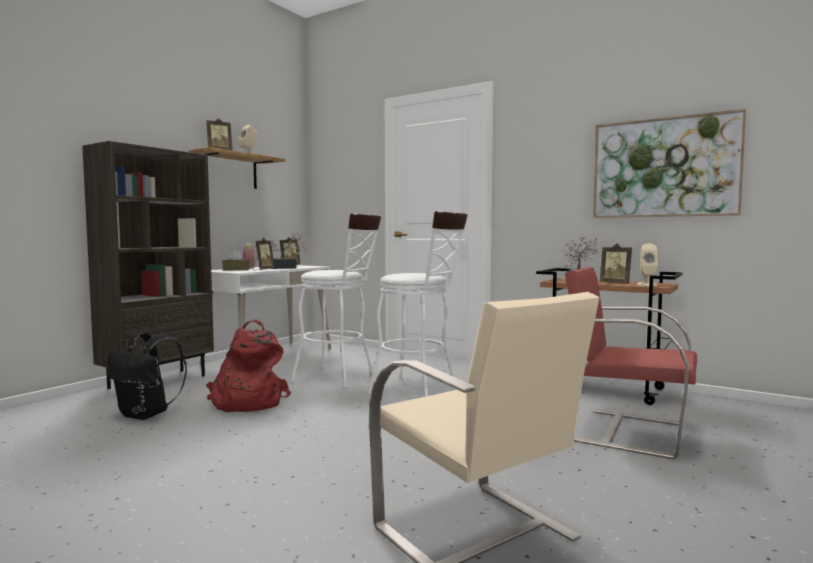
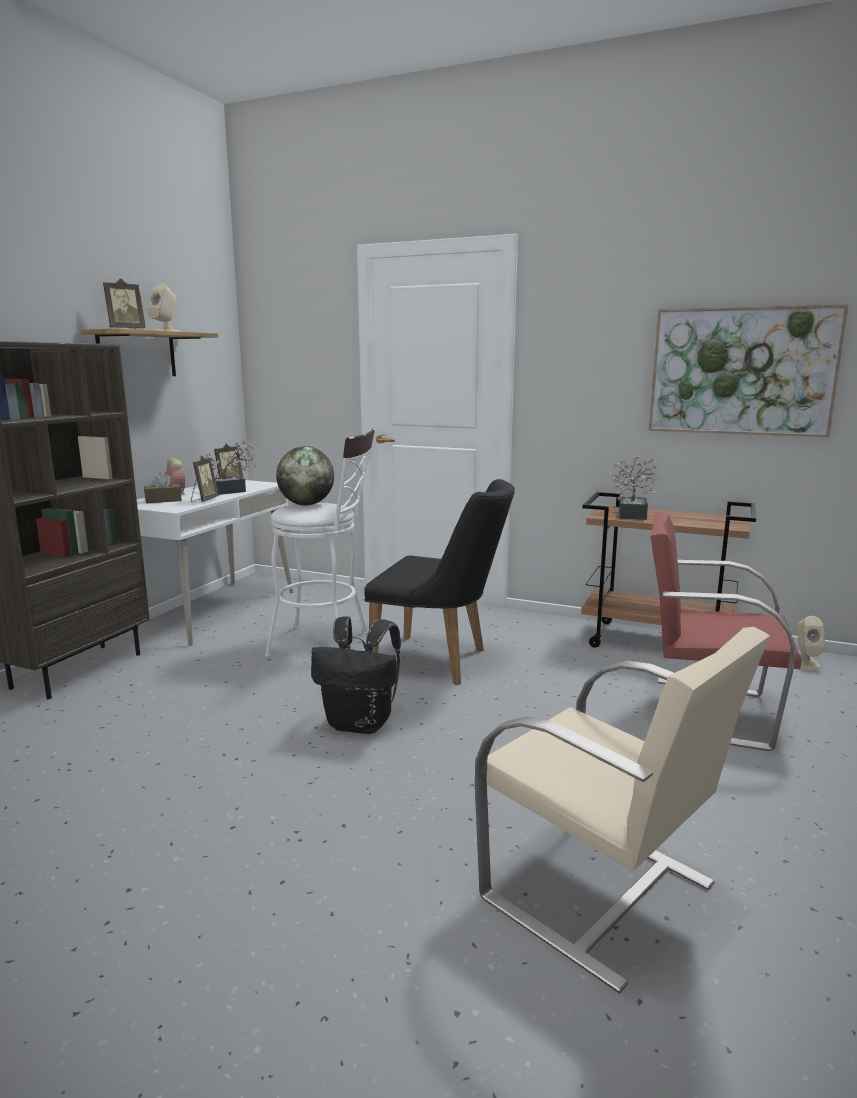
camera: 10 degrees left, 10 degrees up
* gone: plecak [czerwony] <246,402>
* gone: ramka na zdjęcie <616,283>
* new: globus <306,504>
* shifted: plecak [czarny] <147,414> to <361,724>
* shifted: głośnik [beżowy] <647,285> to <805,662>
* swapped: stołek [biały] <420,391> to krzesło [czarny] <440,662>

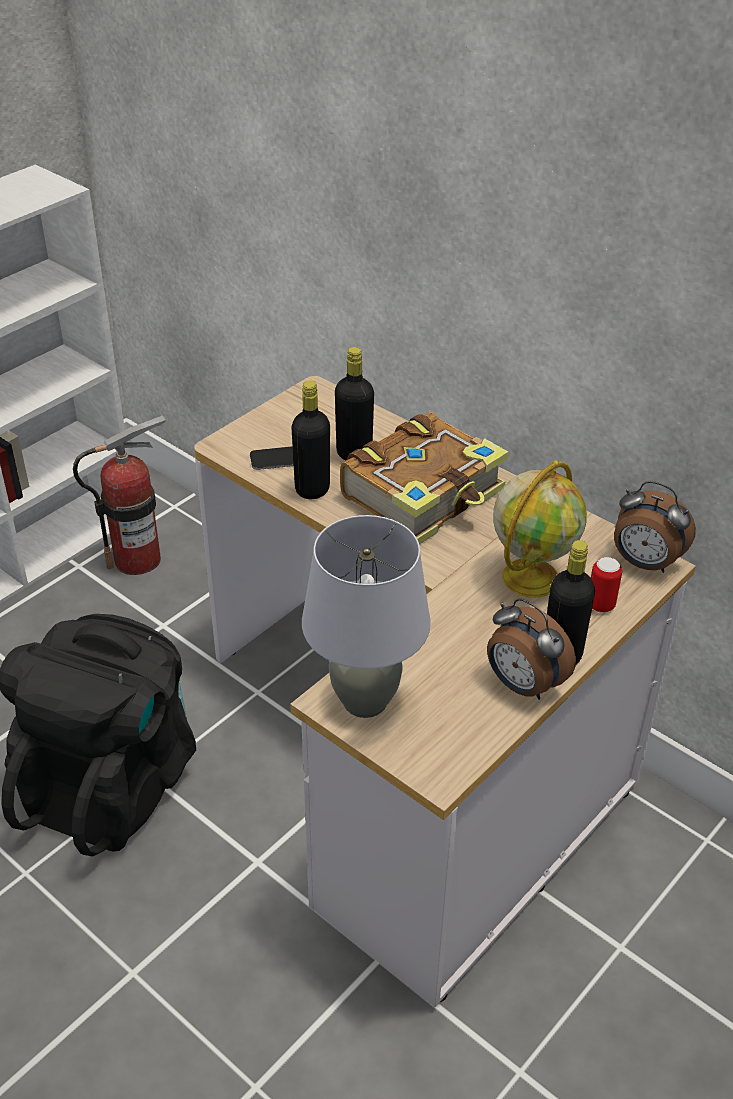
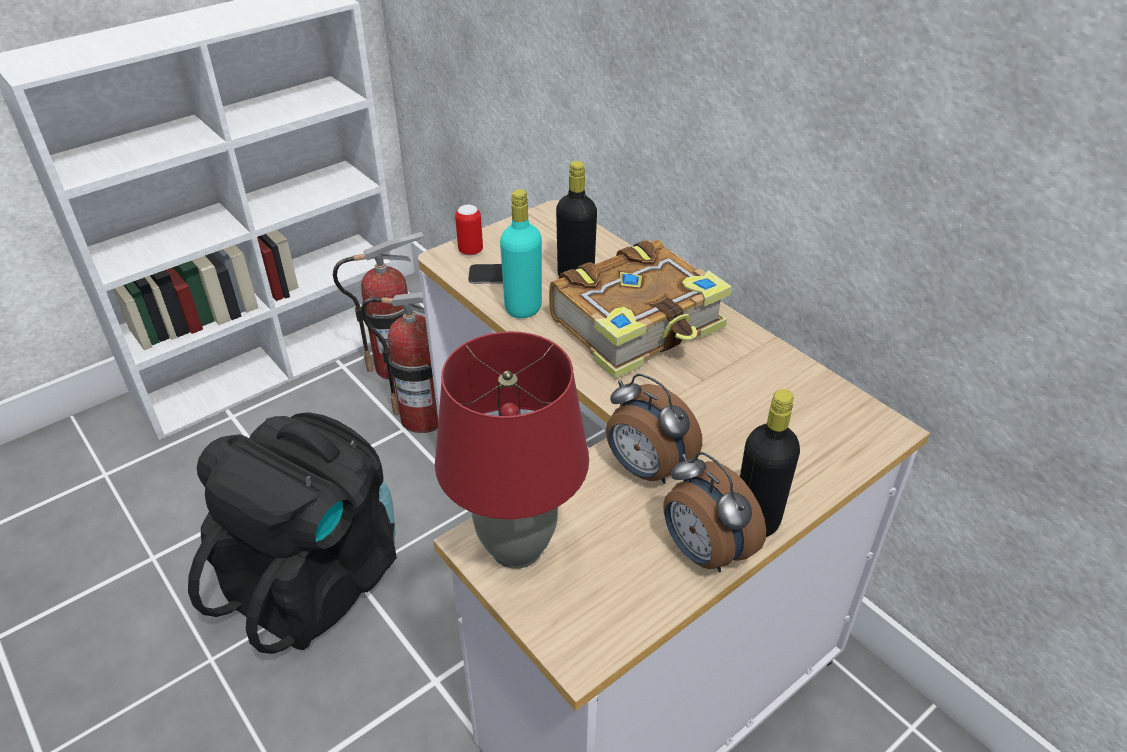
camera: 10 degrees right, 0 degrees up
* gone: globus <531,576>
* new: gaśnica <423,417>
* shifted: puszka <600,605> to <470,251>
* shifted: budzik <644,563> to <646,469>
* repainted: butelka [czarny] <312,489> to butelka [turkusowy] <523,308>
* repainted: lampa stołowa [szary] <365,701> to lampa stołowa [czerwony] <517,547>

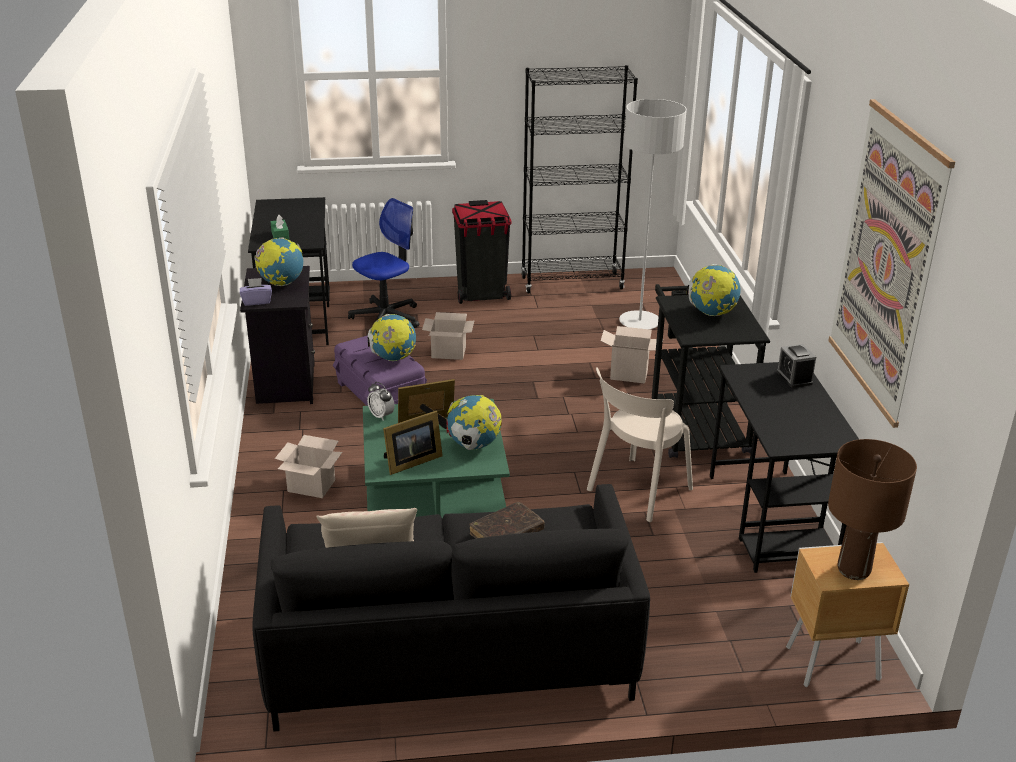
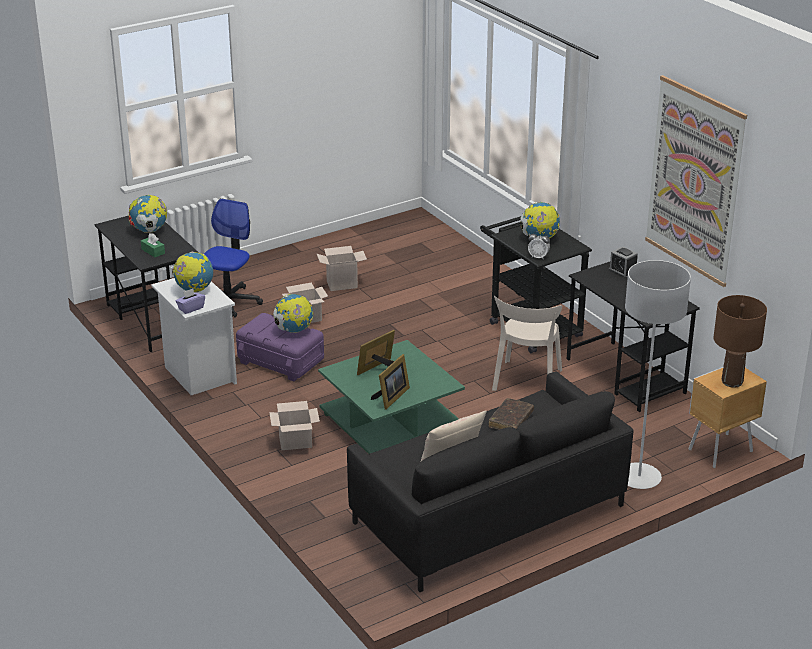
camera: 25 degrees left, 0 degrees up
* gone: kosz na śmieci [czarny] <482,295>
* gone: regał [czarny] <572,283>
* shifted: budzik <381,416> to <538,257>
* shifted: globus <473,446> to <149,231>
* shifted: karton <630,375> to <342,284>
* shifted: lampa stojąca [szary] <639,322> to <639,478>
* repainted: szafka nocna [czarny] <285,383> to szafka nocna [biały] <198,374>

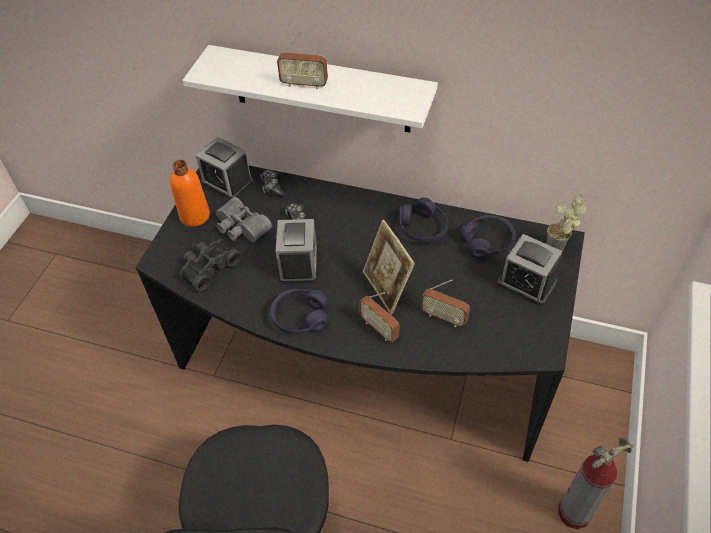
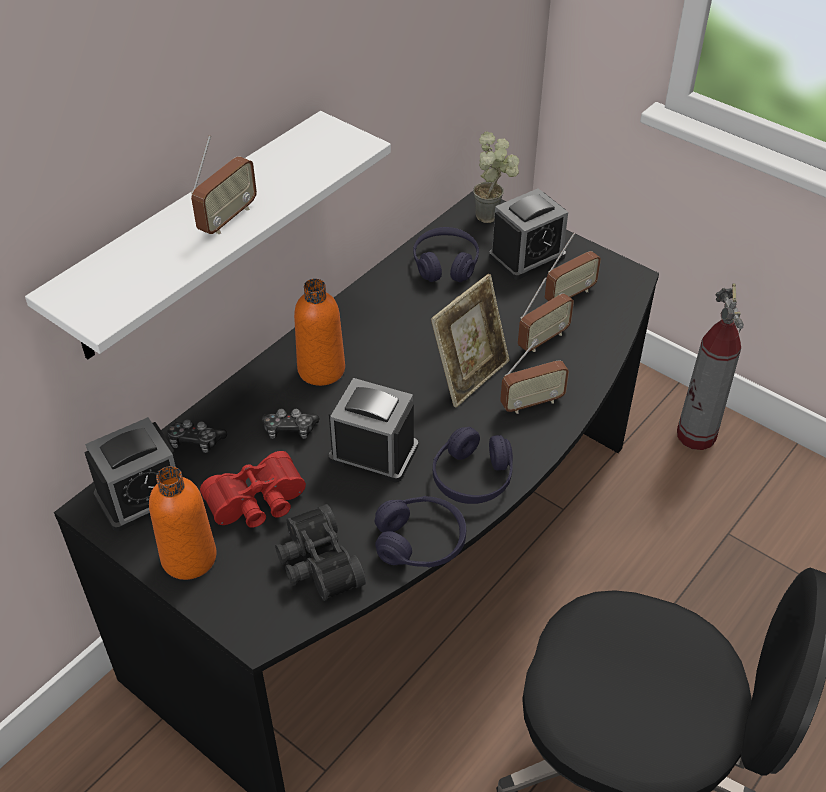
camera: 70 degrees left, 5 degrees down
* new: butelka [pomarańczowy] <321,369>
* new: radio <569,295>
* shifted: słuchawki [fioletowy] <422,228> to <420,542>
* repainted: lornetka [szary] <240,228> to lornetka [czerwony] <258,504>
* rotated: ramka na zdjęcie <387,288> = <470,376> 45 degrees counterclockwise

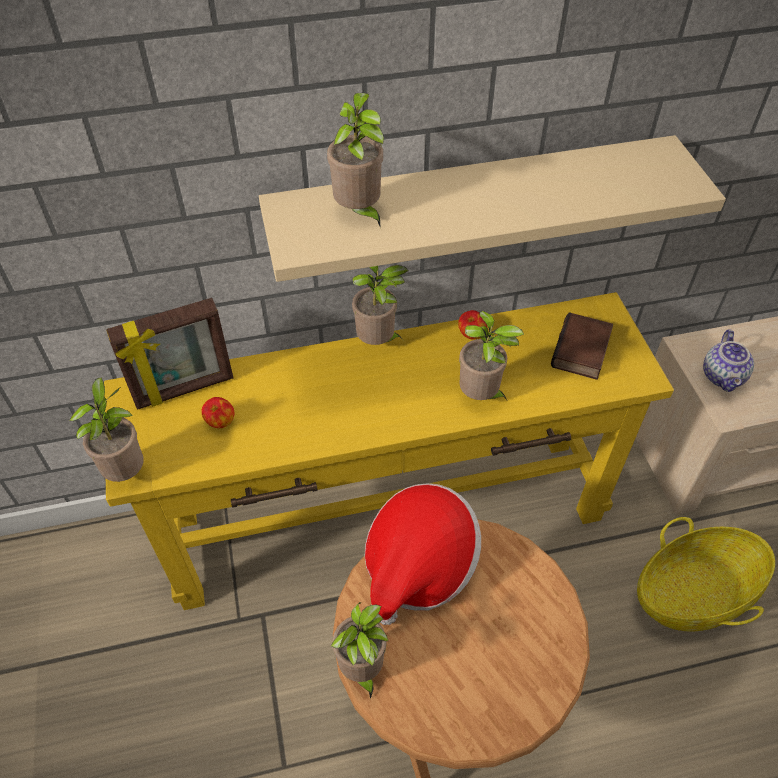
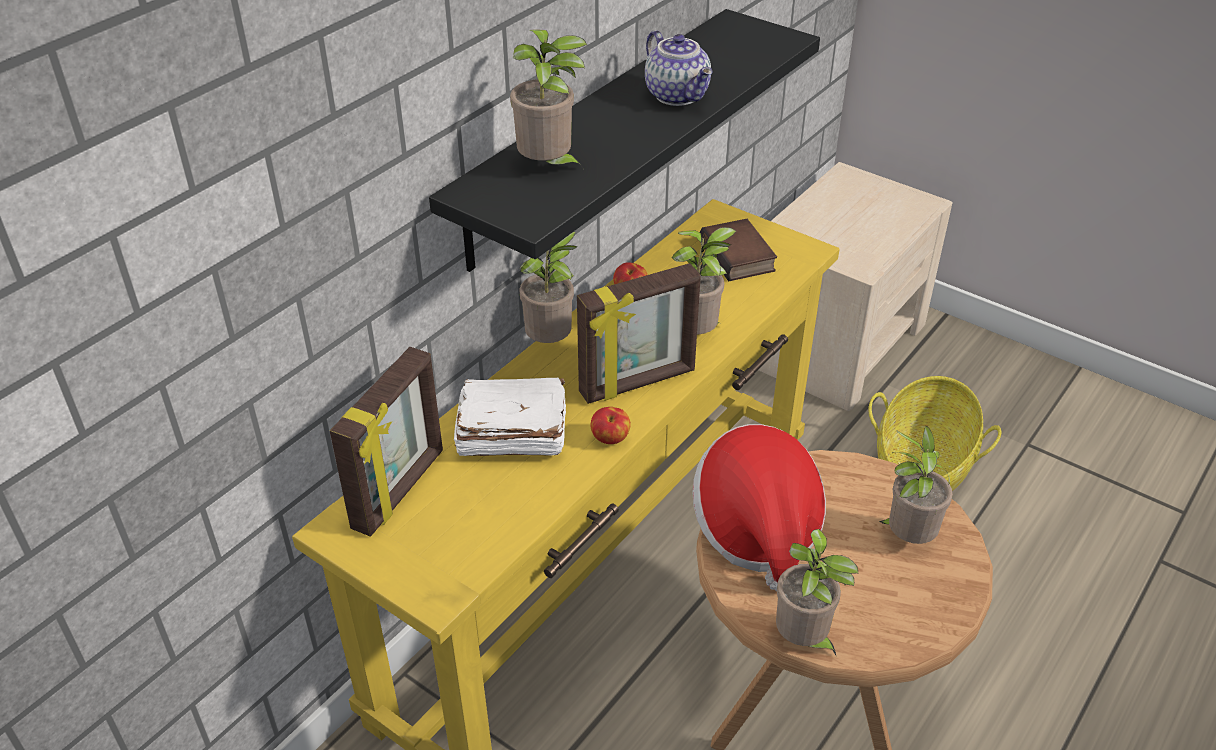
camera: 40 degrees left, 10 degrees down
* new: książka [biały] <511,433>
* new: ramka na zdjęcie <638,383>
* shifted: roślina doniczkowa <127,471> to <907,537>
* shifted: jabłko <220,422> to <610,439>
* shifted: imbryk <723,377> to <678,95>
* repainted: półka [beżowy] <471,200> to półka [czarny] <595,136>

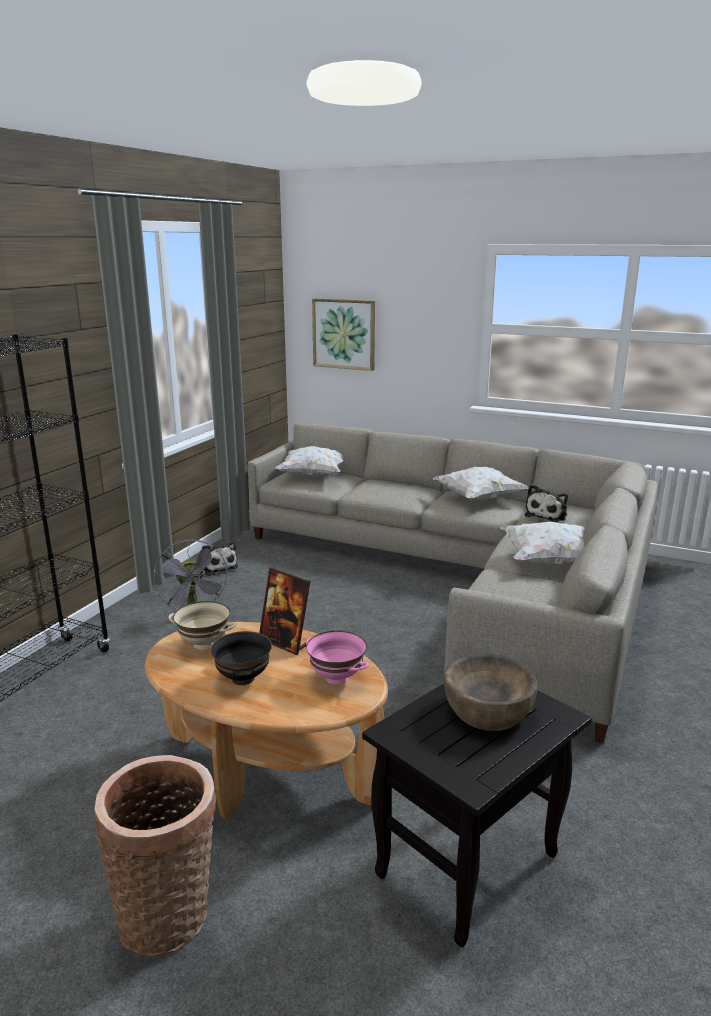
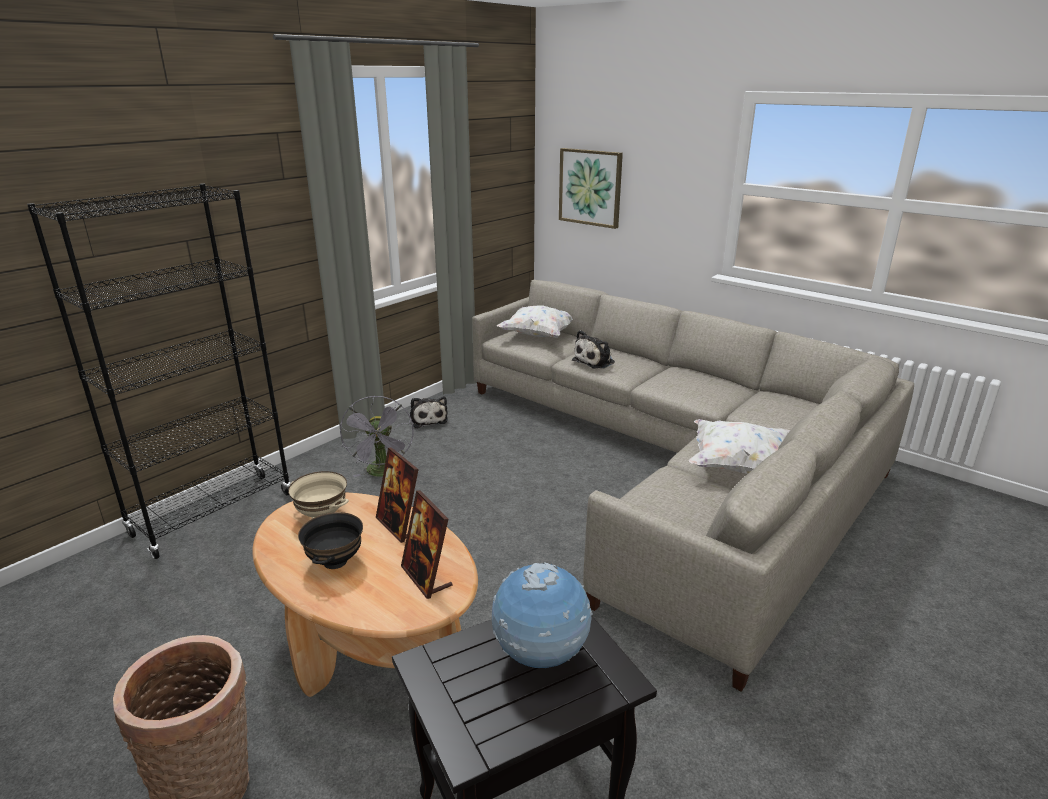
camera: 15 degrees right, 5 degrees up
* gone: poduszka [biały] <479,498>
* shifted: pluszak <547,515> to <595,361>
* swapped: miska [różowy] <337,678> to ramka na zdjęcie <426,577>
* swapped: miska [brązowy] <487,710> to globus <540,656>

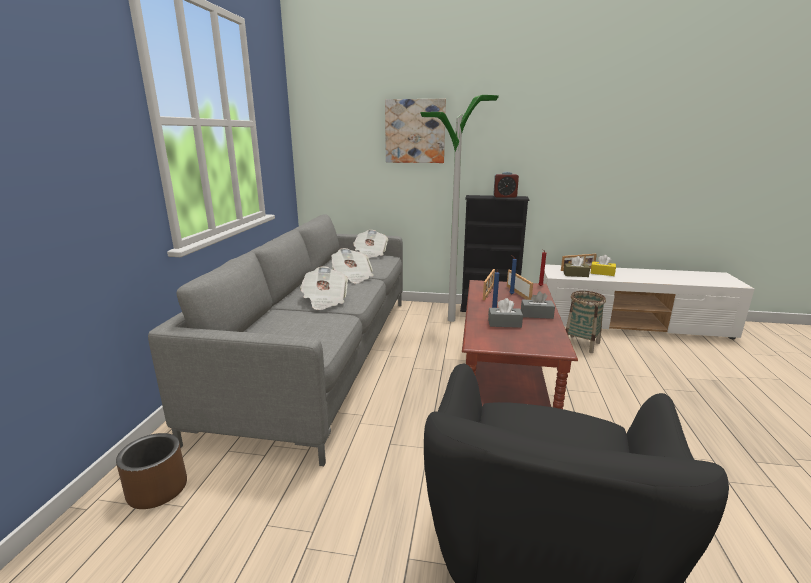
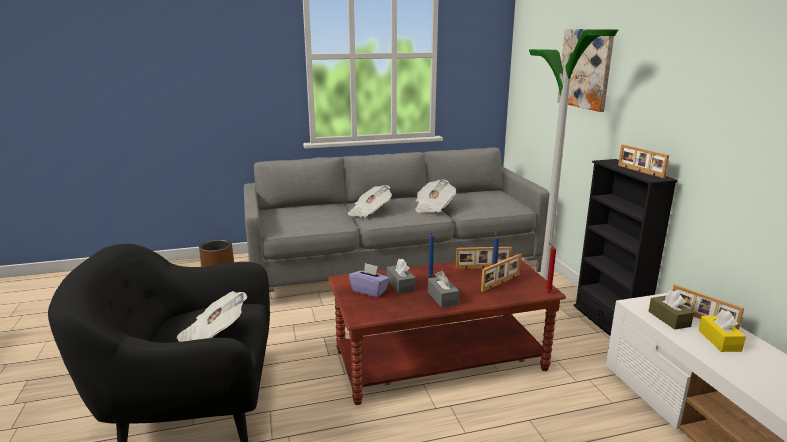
camera: 65 degrees right, 0 degrees up
* gone: koszyk <581,344>
* new: pudełko chusteczek [fioletowy] <369,291>
* shifted: gazeta <370,254> to <213,336>
* swapped: budzik <505,196> to ramka na zdjęcie <639,171>

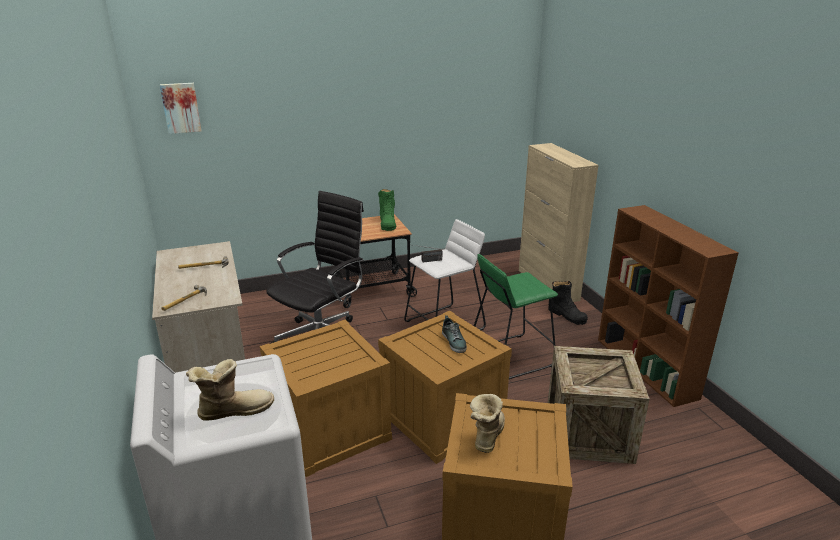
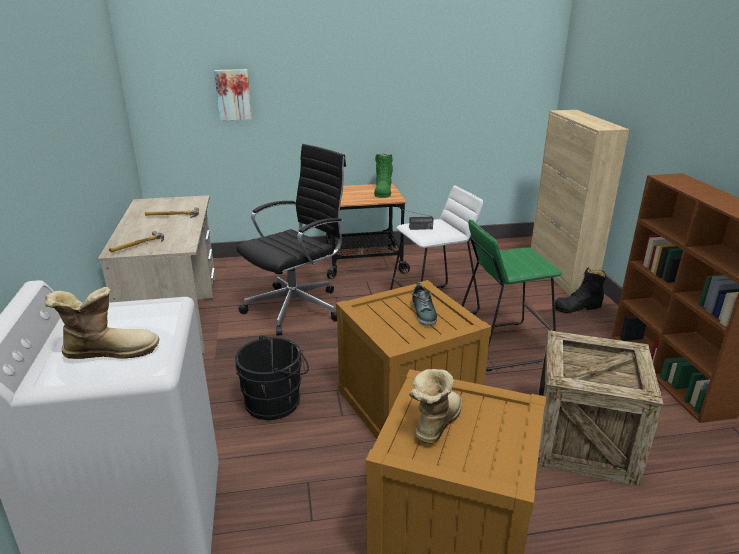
camera: 10 degrees right, 0 degrees up
* shifted: obraz <181,107> to <233,94>
* swapped: skrzynka <329,430> to wiadro [czarny] <276,402>
* rotated: but z cholewką [czarny] <567,315> = <578,307> 105 degrees clockwise

